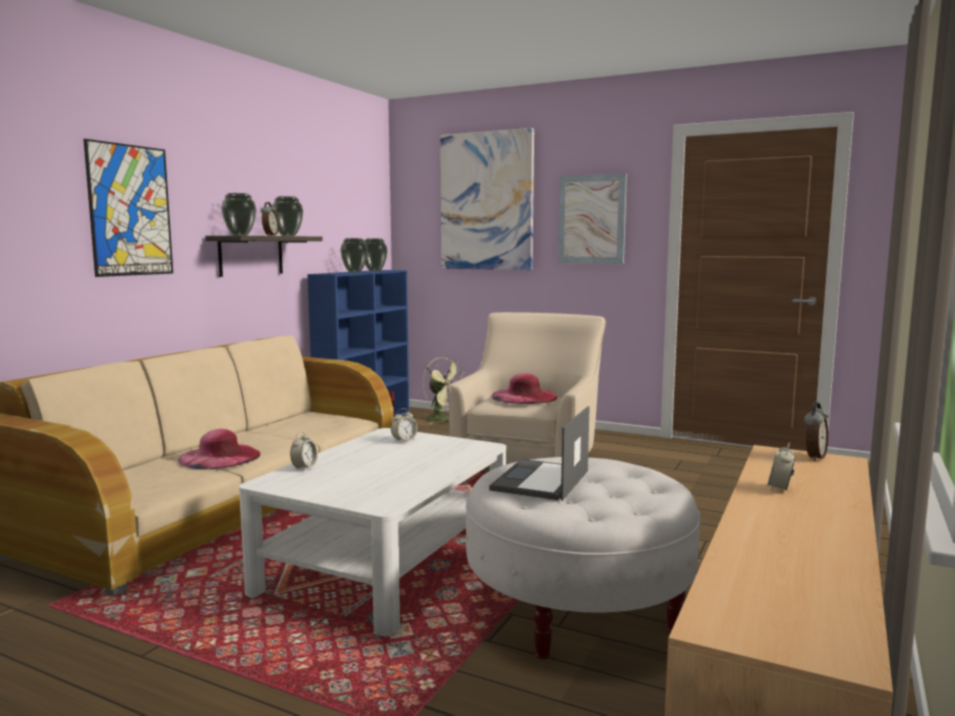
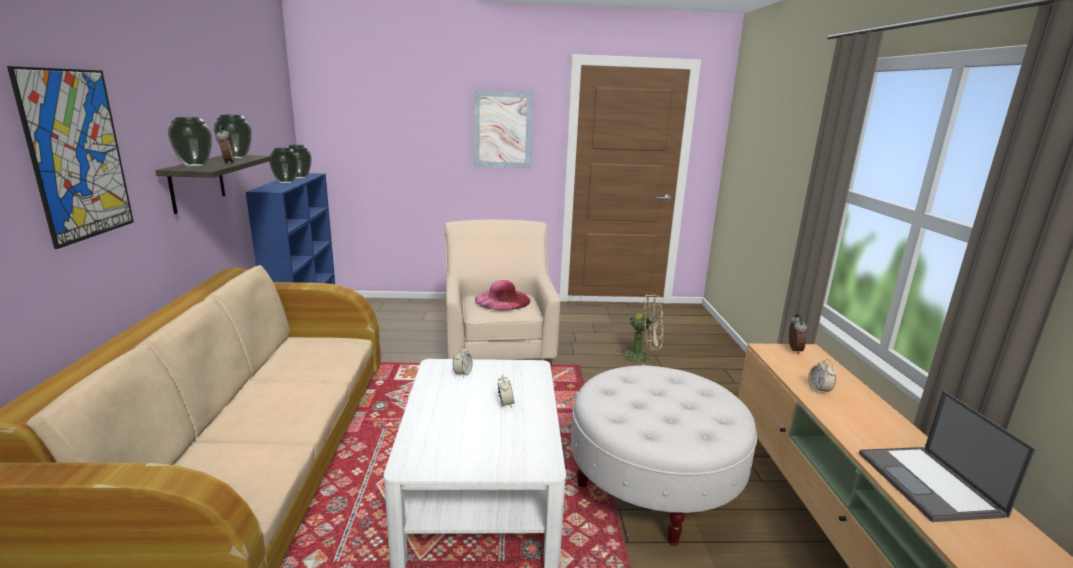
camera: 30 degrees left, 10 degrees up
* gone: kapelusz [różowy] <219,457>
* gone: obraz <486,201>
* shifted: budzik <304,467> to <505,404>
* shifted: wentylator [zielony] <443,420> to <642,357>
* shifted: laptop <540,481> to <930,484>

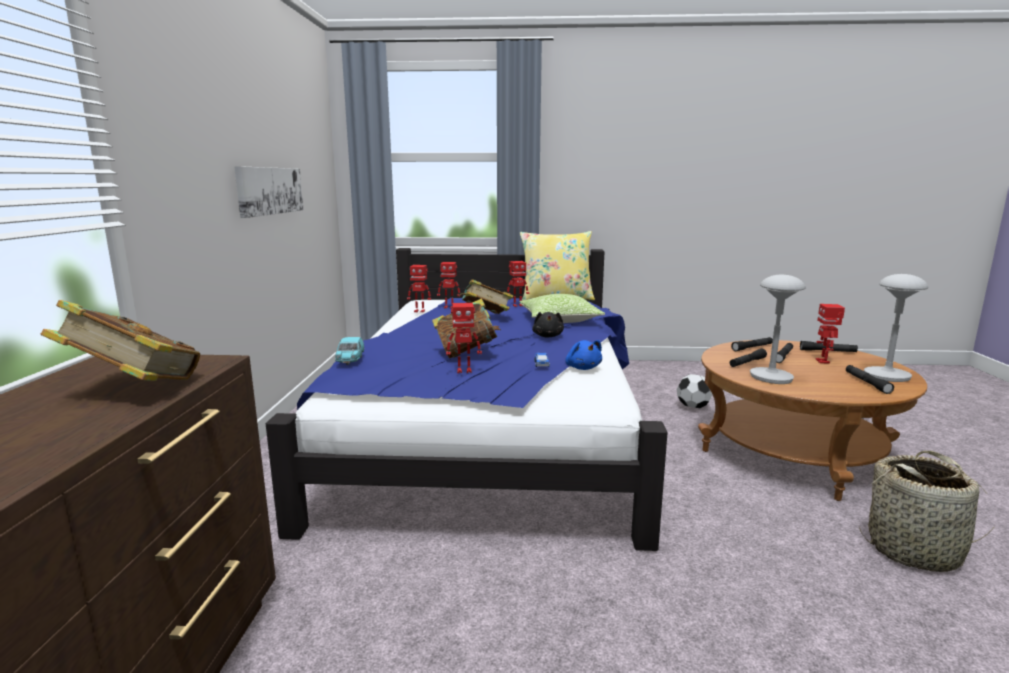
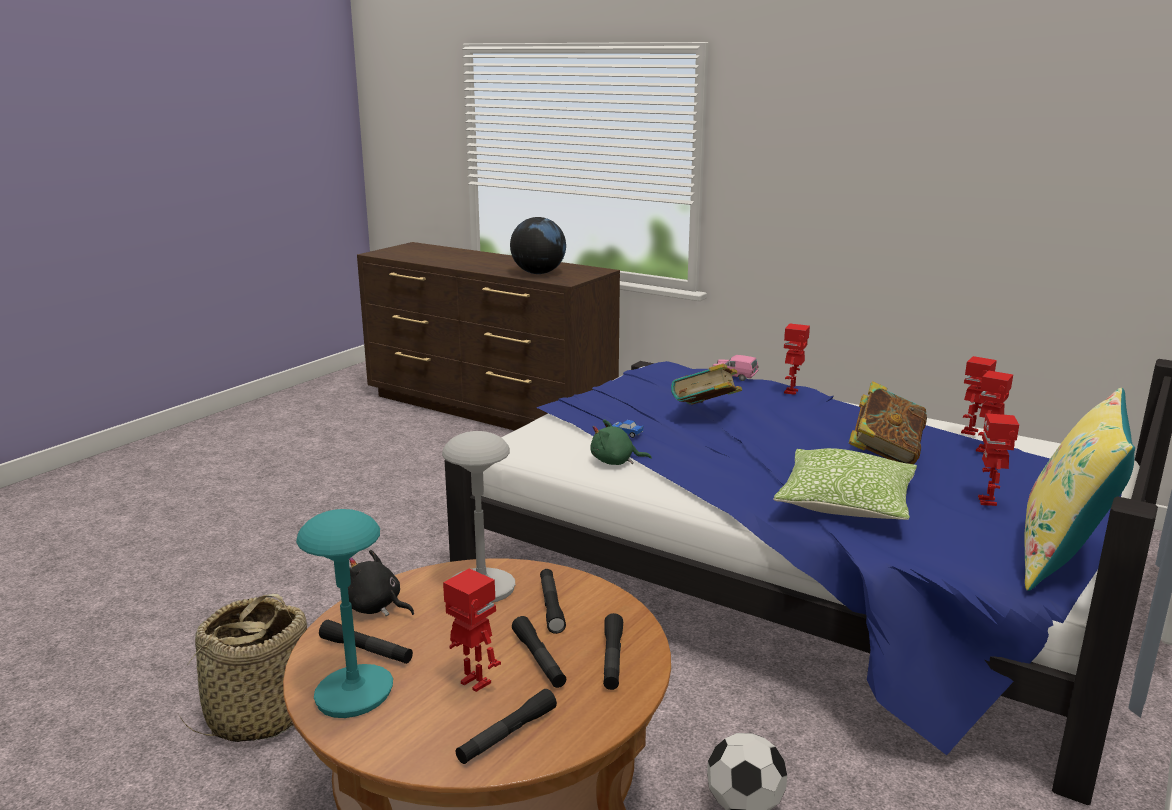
camera: 120 degrees right, 5 degrees up
* gone: obraz <269,190>
* shifted: robot zabawkowy <464,370> to <792,392>
* shifted: pluszak [czarny] <548,336> to <375,607>
* swapped: książka <134,388> to globus <538,273>
* repainted: samochodzik [turkusowy] <350,360> to samochodzik [różowy] <734,376>
* repainted: pluszak [niebieski] <582,368> to pluszak [zielony] <615,462>
* repainted: lampa stołowa [szary] <886,376> to lampa stołowa [turkusowy] <354,694>

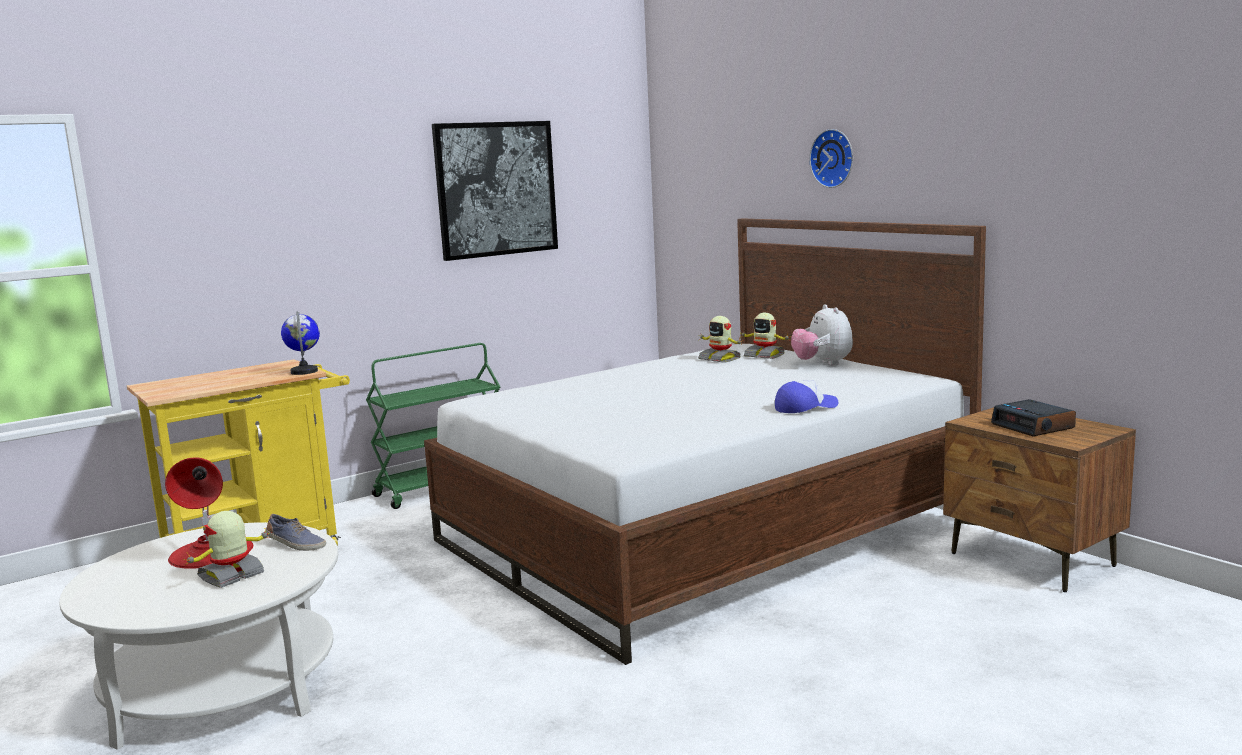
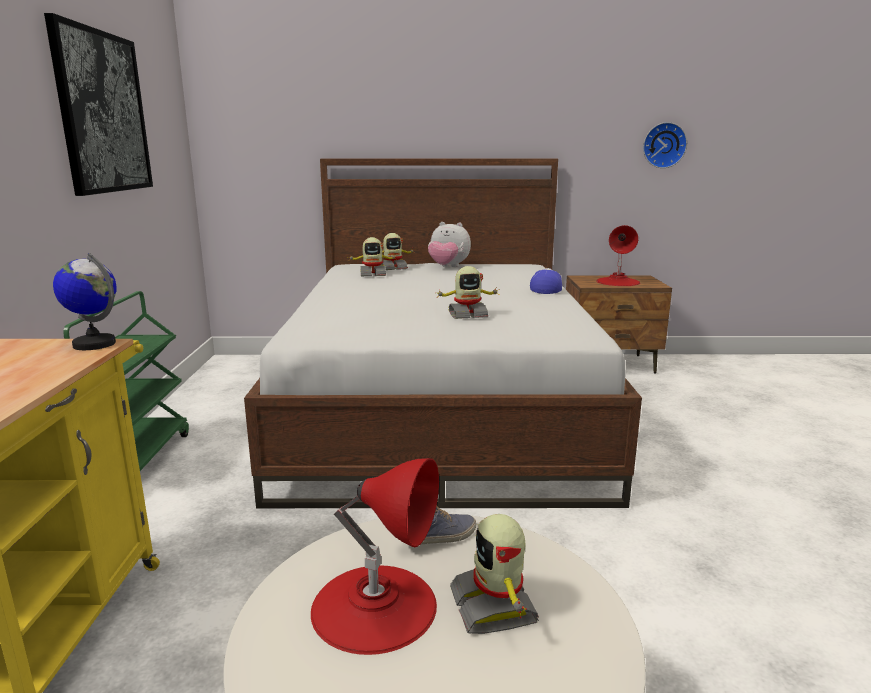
camera: 55 degrees left, 5 degrees up
* new: robot zabawkowy <467,315>
* shifted: zegar ścienny <834,158> to <663,145>
* swapped: budzik <1033,426> to lampa stołowa [czerwony] <618,281>

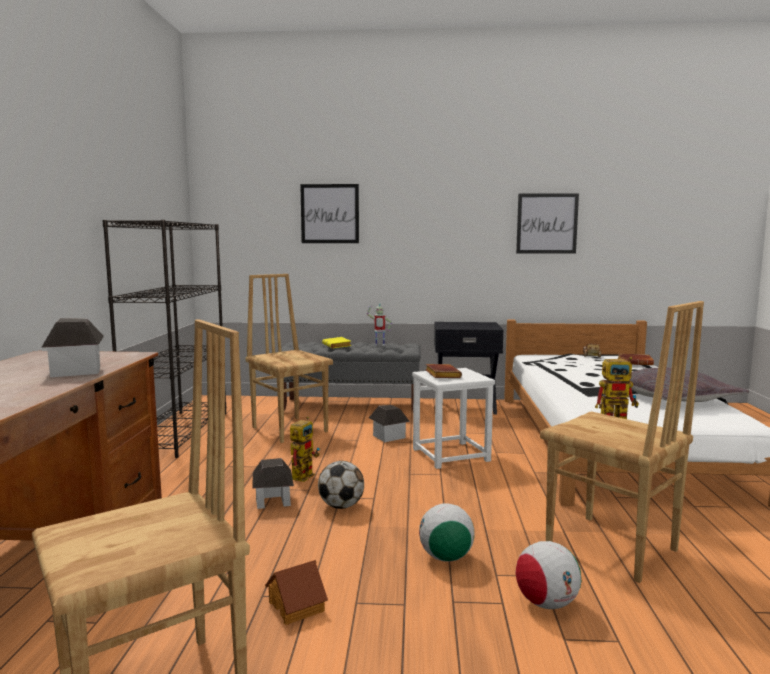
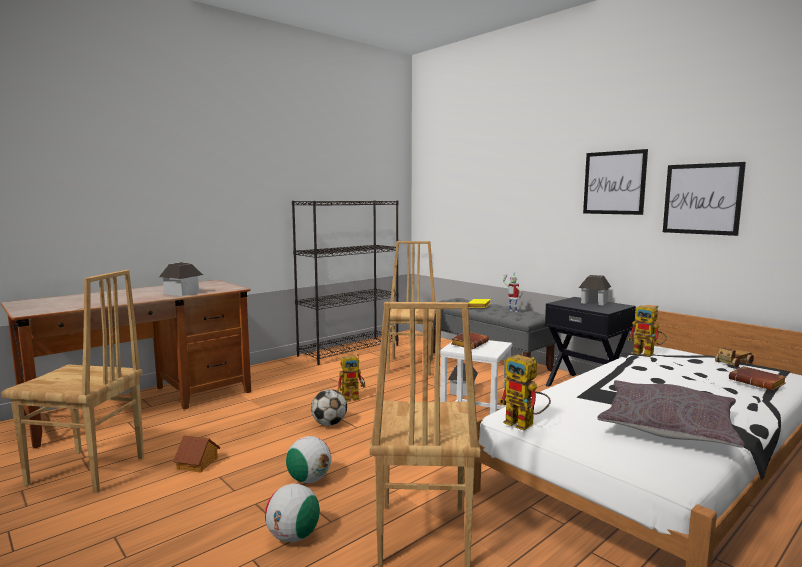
camera: 45 degrees right, 0 degrees up
* new: robot zabawkowy <648,354>
* shifted: domek <273,501> to <594,302>
* shifted: obraz <330,213> to <614,183>

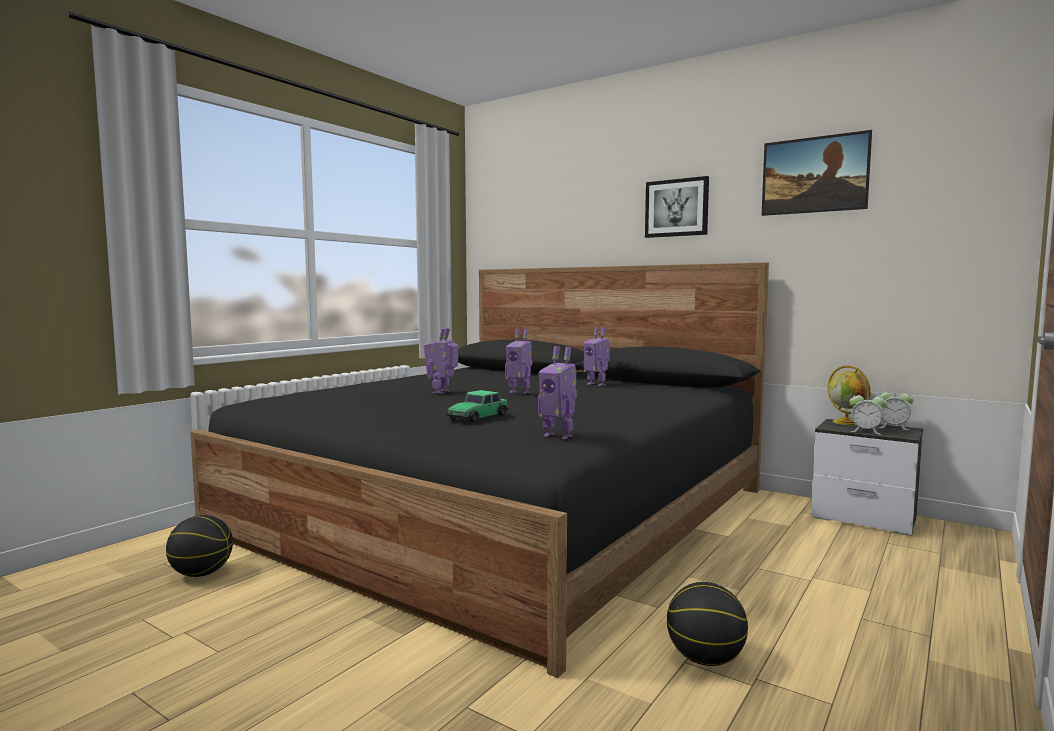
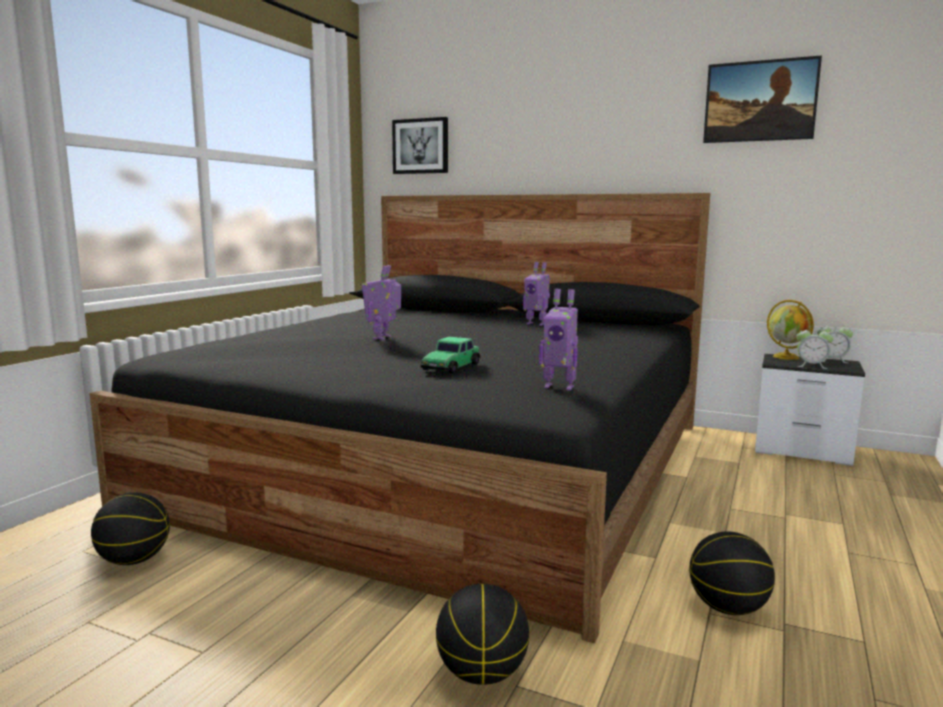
camera: 10 degrees left, 5 degrees up
* gone: robot zabawkowy <519,392>
* new: piłka do koszykówki <481,674>
* shifted: obraz <677,208> to <421,146>

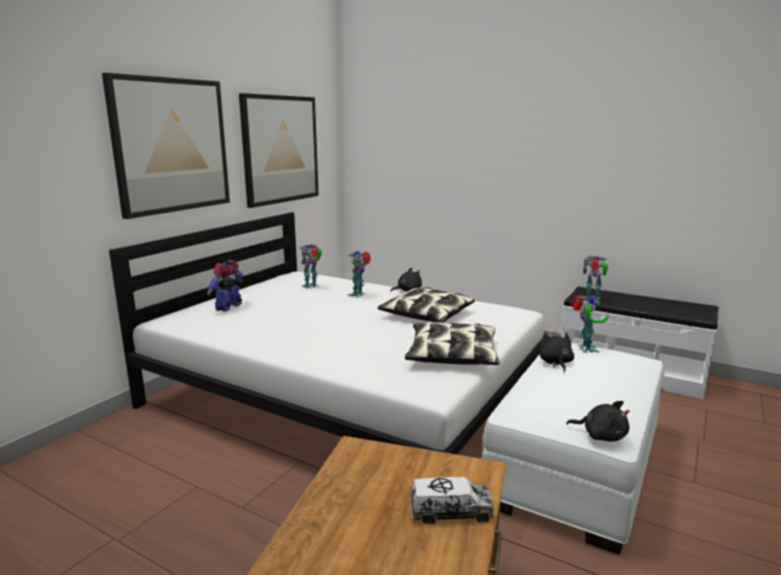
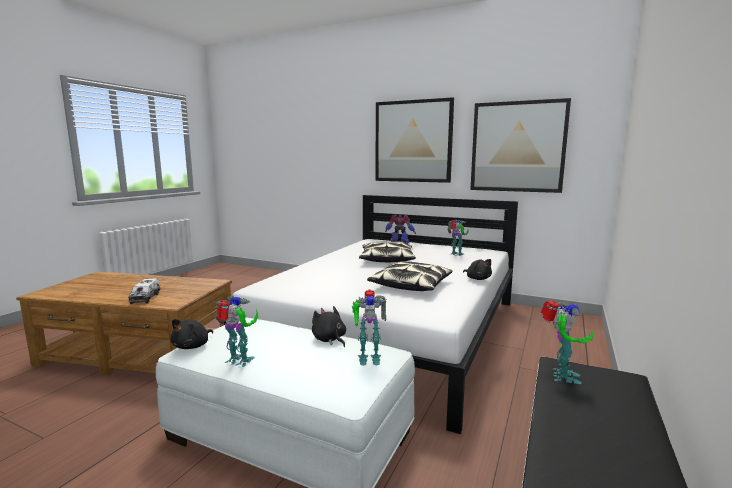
camera: 85 degrees right, 5 degrees down
* shifted: robot zabawkowy <359,294> to <239,362>
* shifted: poduszka <452,355> to <387,259>
* rotated: pluszak [czarny] <555,363> = <329,339> 120 degrees counterclockwise

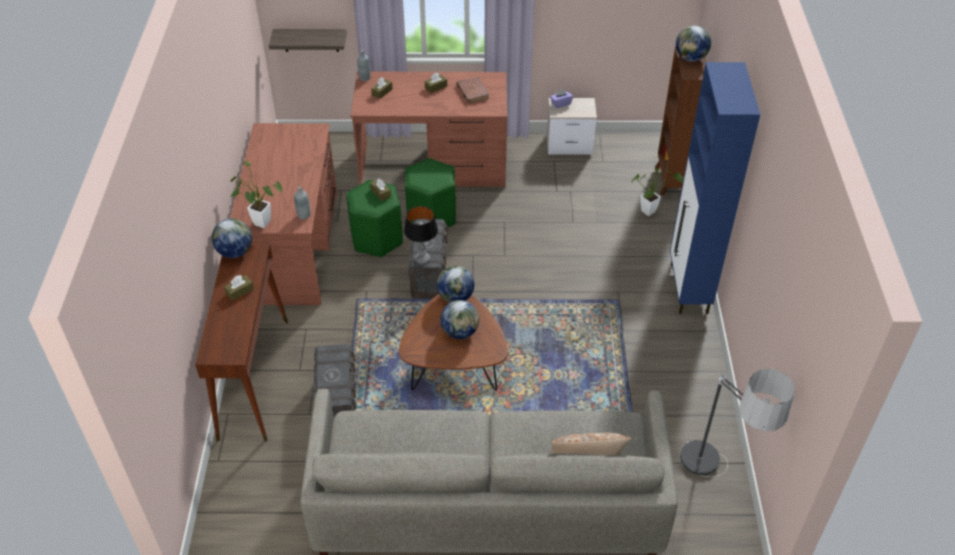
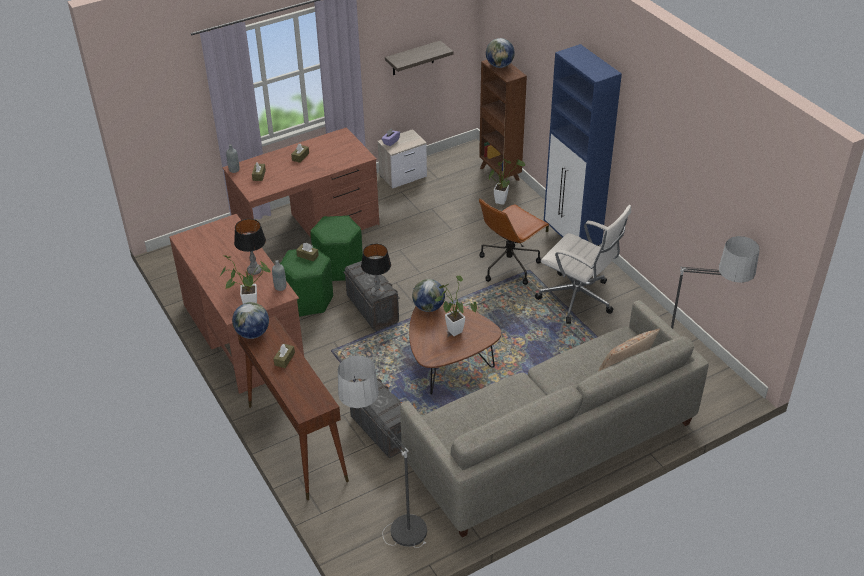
camera: 30 degrees left, 5 degrees down
* gone: książka [brązowy] <472,92>
* new: lampa stołowa <254,270>
* new: lampa stojąca <387,516>
* new: krzesło biurowe [brązowy] <509,265>
* new: krzesło biurowe [biały] <578,299>
* shifted: półka <311,40> to <413,58>
* swapped: globus <460,332> to roślina doniczkowa <453,329>

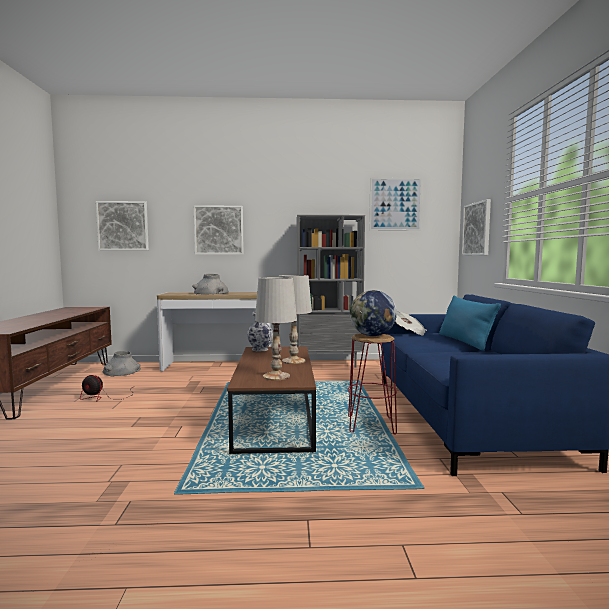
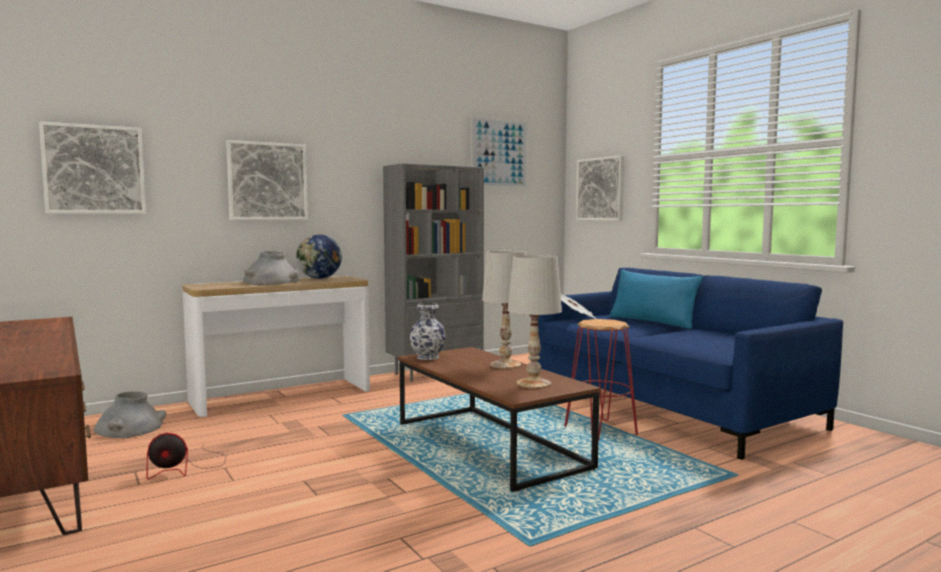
camera: 30 degrees left, 0 degrees up
* shifted: globus <372,335> to <319,278>

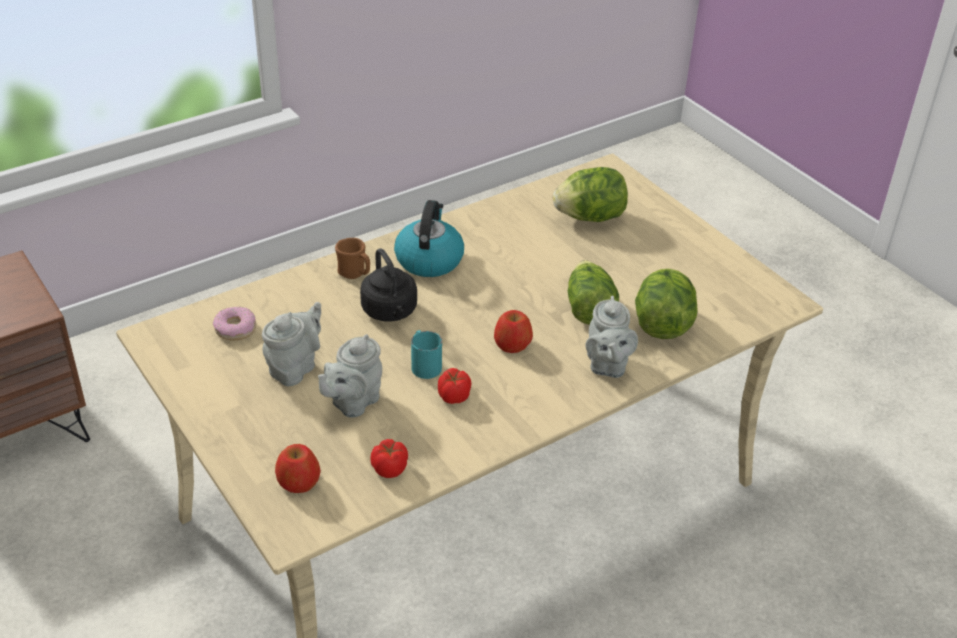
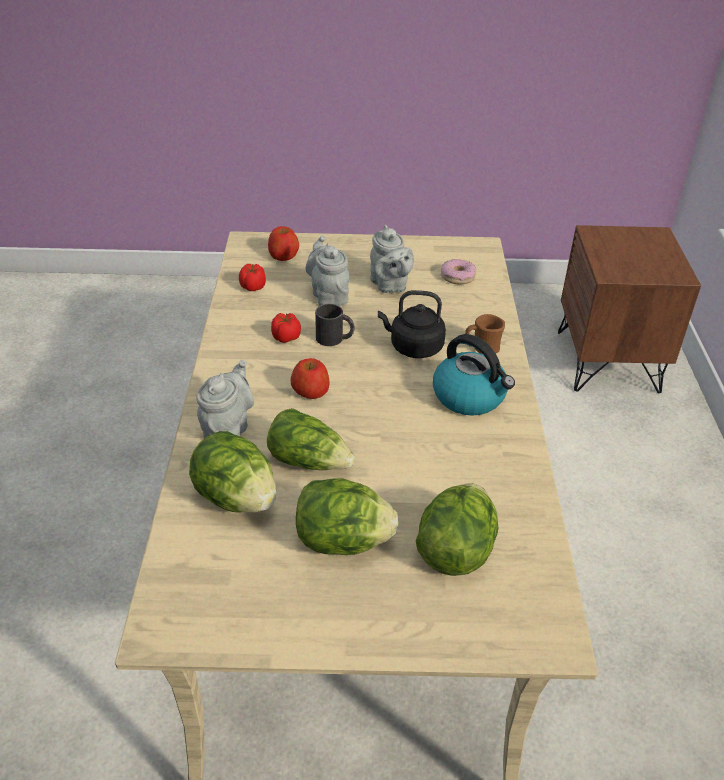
camera: 125 degrees right, 0 degrees up
* new: sałata <342,541>
* repainted: kubek [turkusowy] <424,364> to kubek [czarny] <335,339>
* rotated: imbryk [szary] <606,365> = <228,430> 75 degrees clockwise

